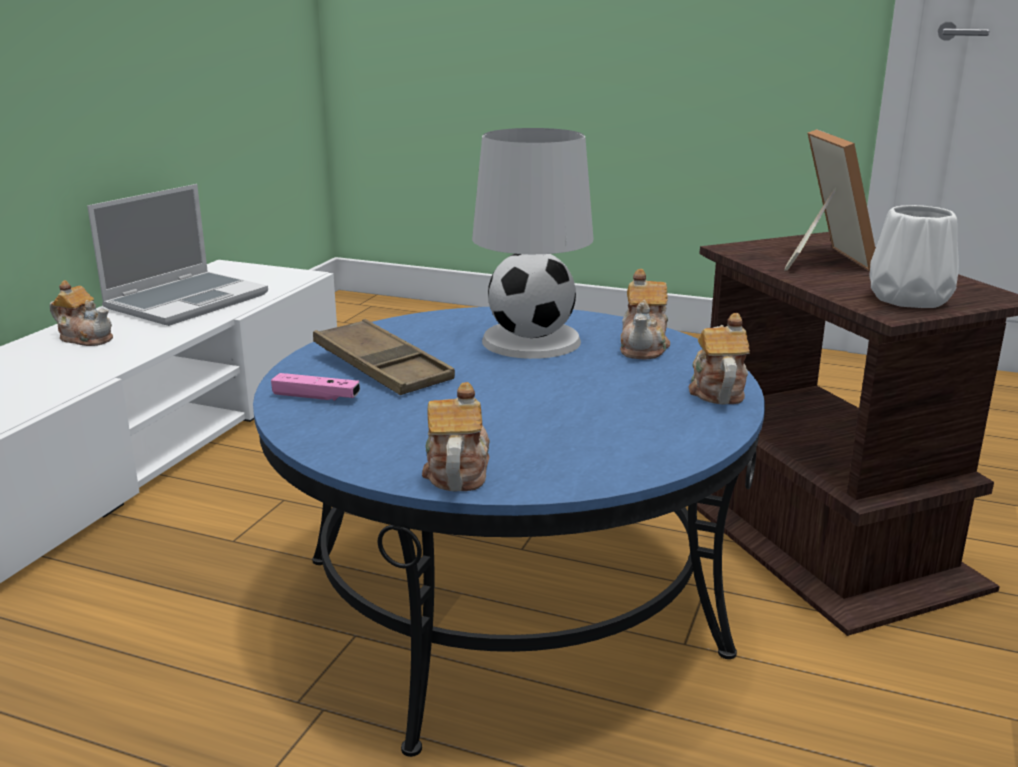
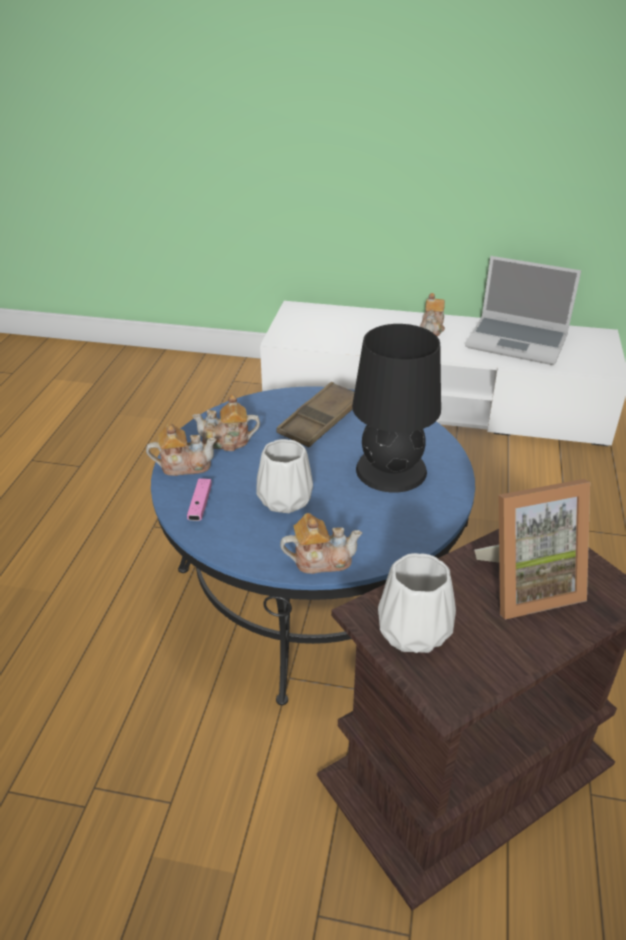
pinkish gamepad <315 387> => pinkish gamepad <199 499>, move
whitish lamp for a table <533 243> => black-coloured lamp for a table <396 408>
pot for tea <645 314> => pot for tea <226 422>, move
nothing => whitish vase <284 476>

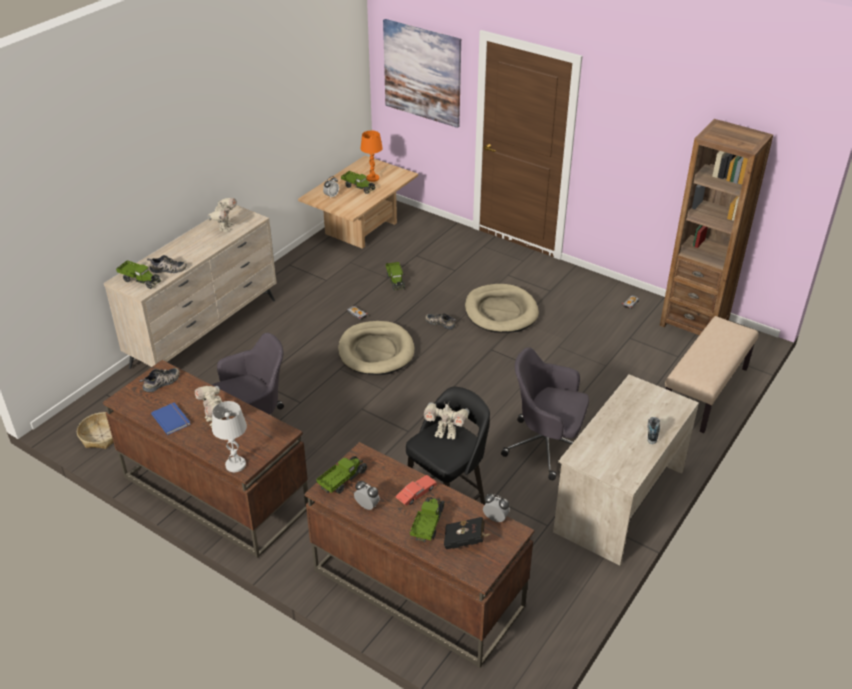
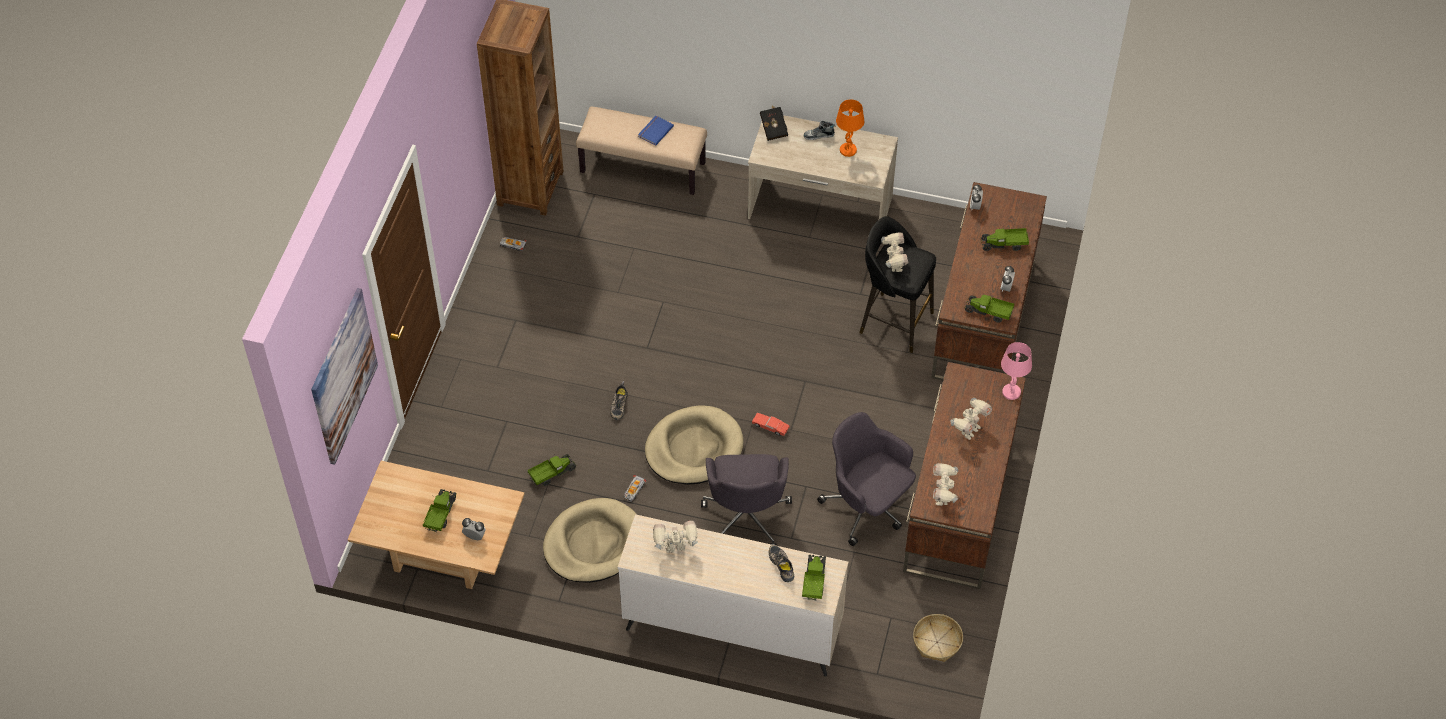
low shoe <160 380> => model robot <945 484>
bluish bound book <171 418> => bluish bound book <656 131>, move
whitish lamp for a table <229 436> => pinkish lamp for a table <1016 371>
orange lamp for a table <371 156> => orange lamp for a table <850 128>, move
reddish toy car <416 490> => reddish toy car <771 424>, move
black-coloured bound book <467 533> => black-coloured bound book <774 123>, move
beige dog cushion <502 308> => beige dog cushion <590 540>, move
grey office chair <545 413> => grey office chair <746 499>, move

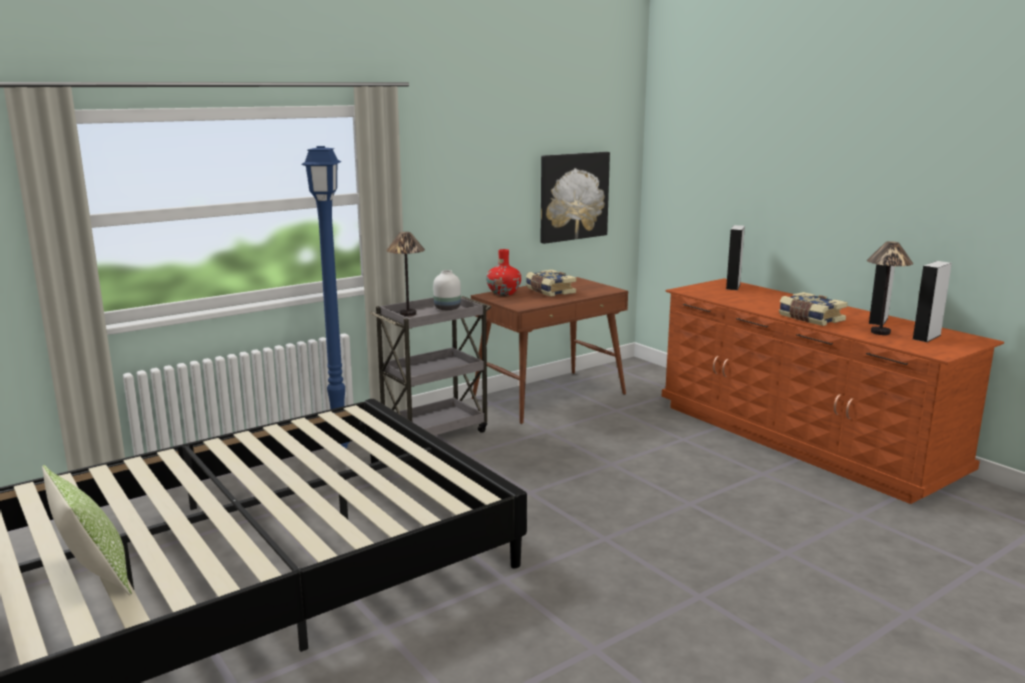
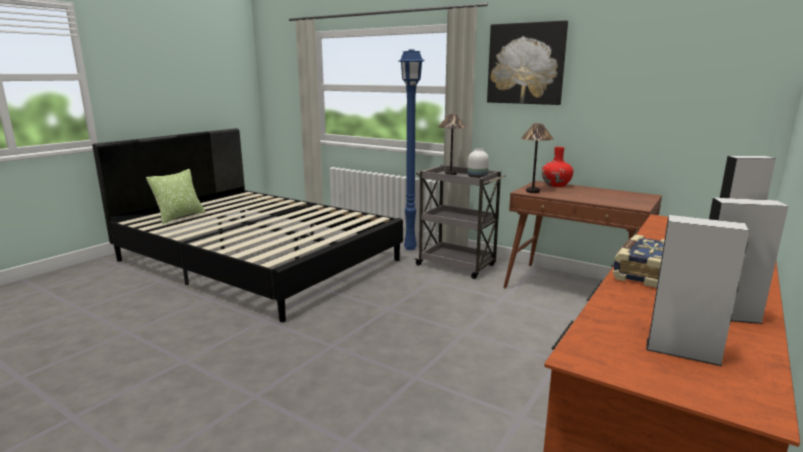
bound book <551 283> => nothing
picture <575 198> => picture <527 62>, move
lamp for a table <890 288> => lamp for a table <537 158>, move

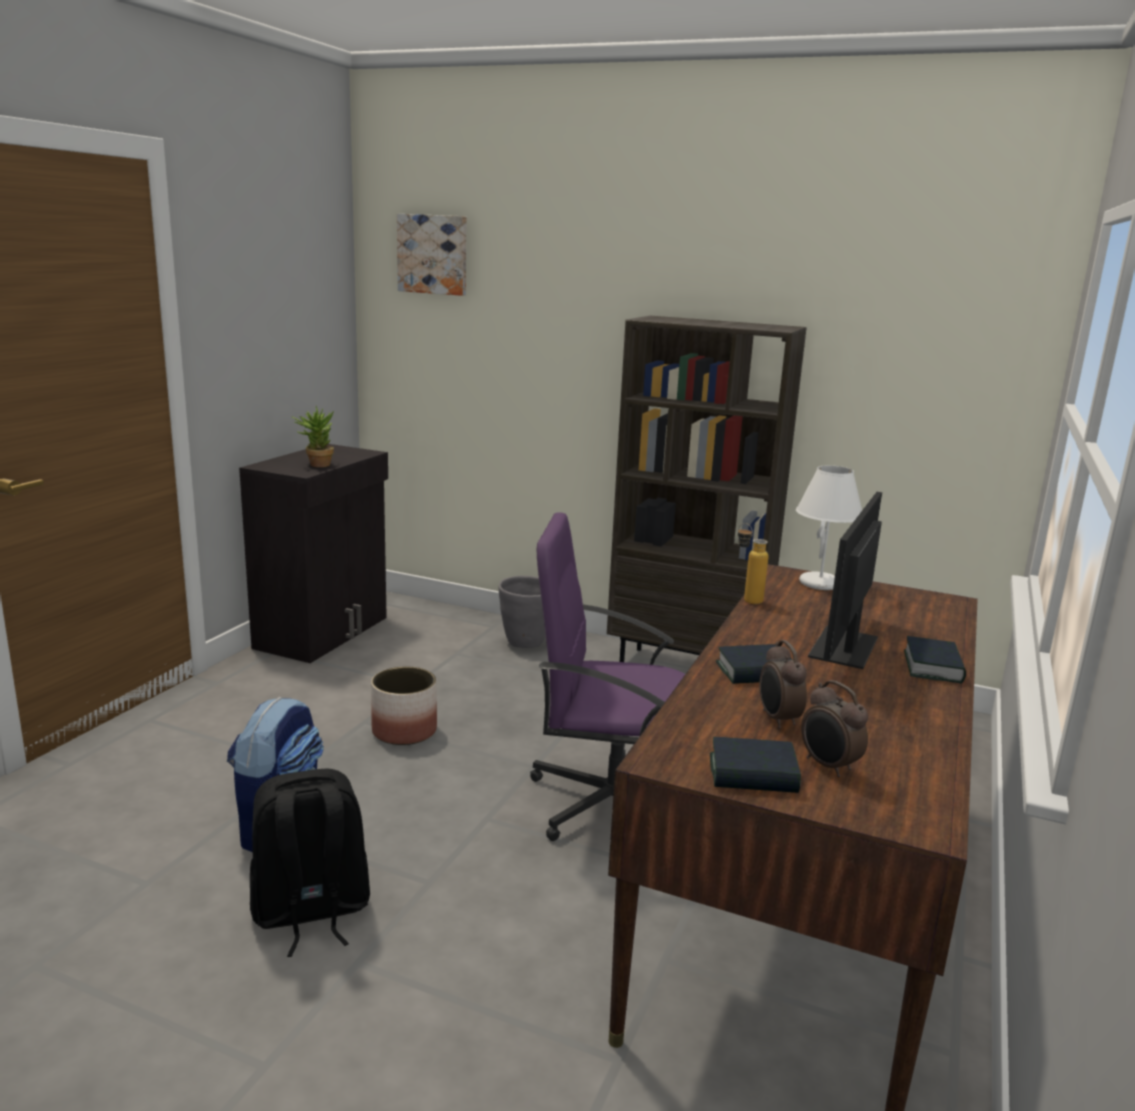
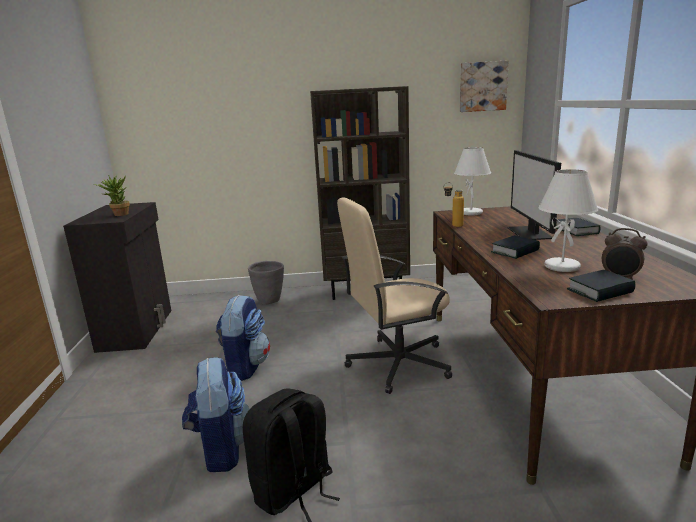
flower pot <404 706> => knapsack <243 338>
picture <431 255> => picture <484 86>, move
purple-coloured office chair <607 676> => beige office chair <394 295>
bedside clock <783 684> => whitish lamp for a table <568 220>

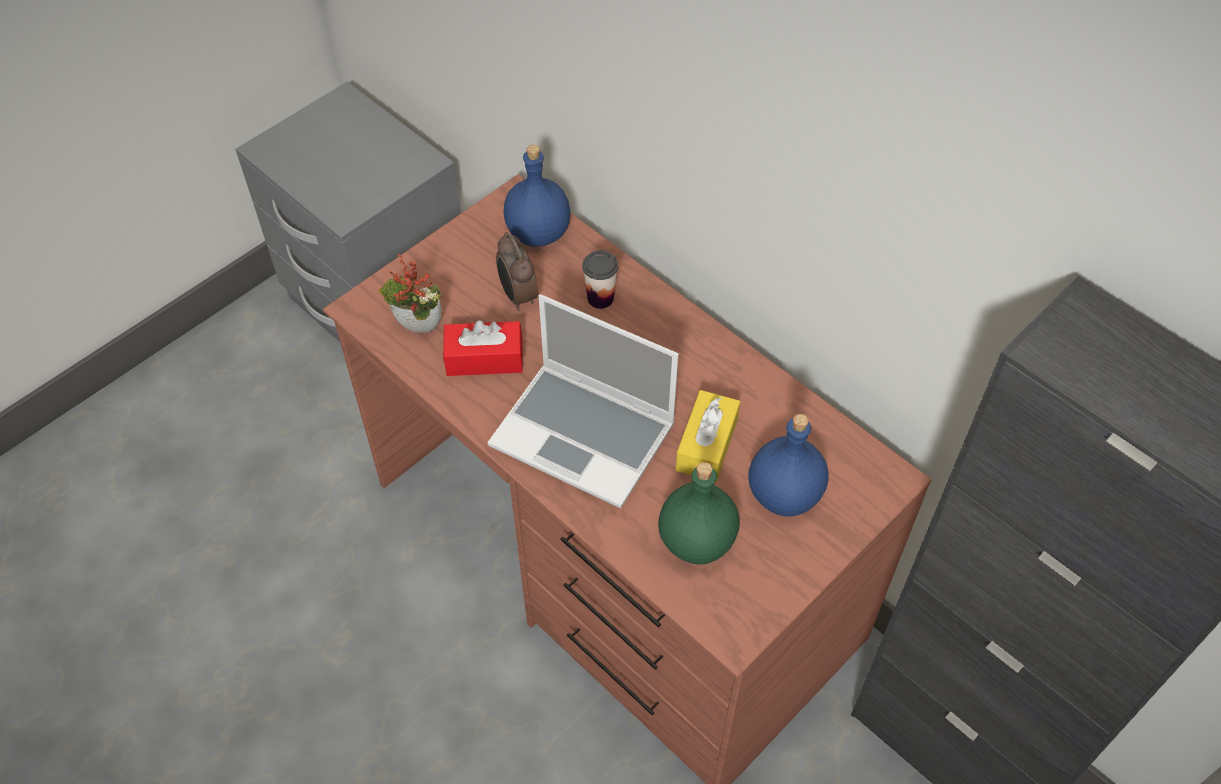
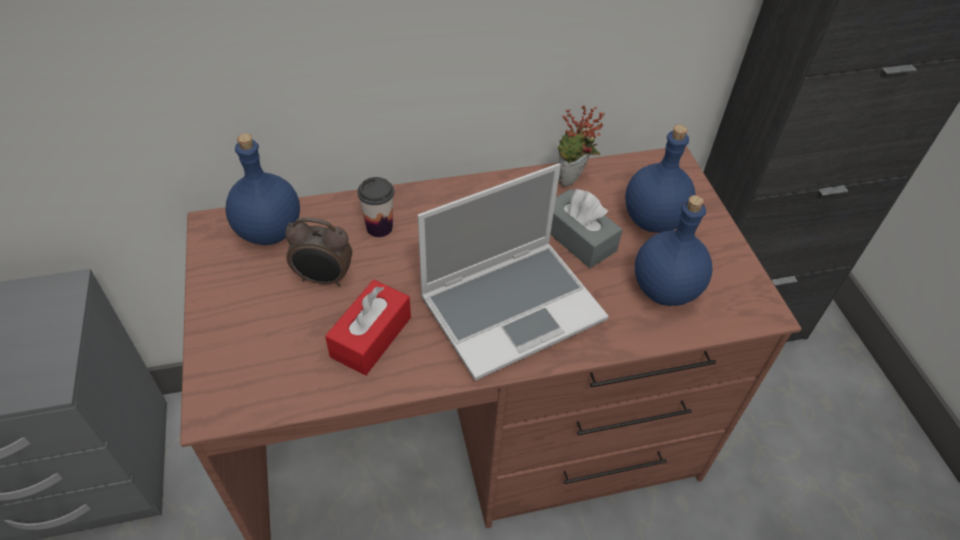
potted plant <410 293> => potted plant <581 146>, move
green beverage bottle <699 513> => bluish beverage bottle <673 250>
yellowish tissue holder <708 436> => grey tissue holder <586 228>

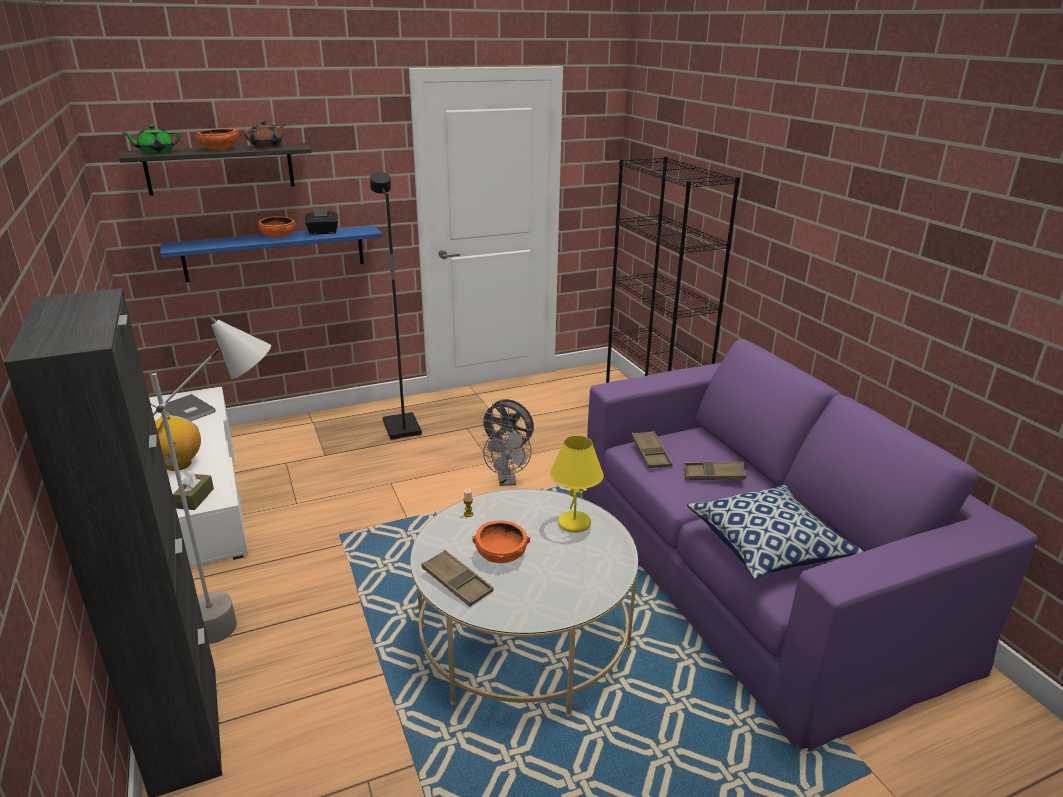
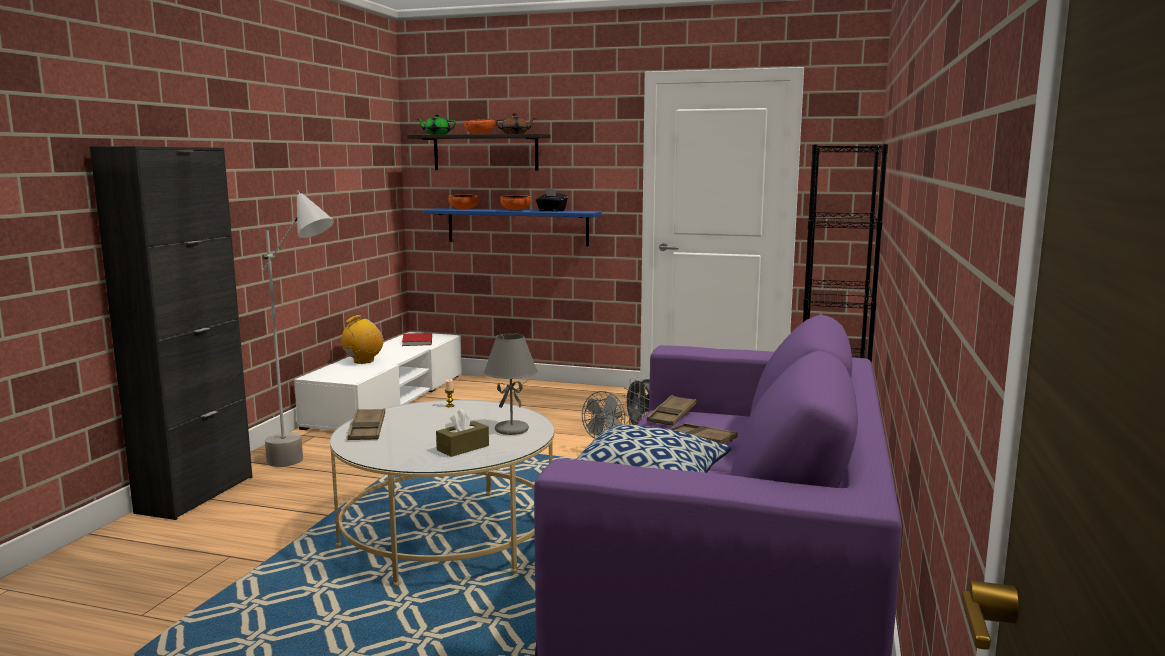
grey bound book <190 407> => reddish bound book <417 339>
brown tissue holder <193 490> => brown tissue holder <462 433>, move
black-coloured standard lamp <396 306> => nothing
orange bowl <501 542> => orange bowl <463 201>, move
yellowish lamp for a table <577 484> => grey lamp for a table <511 384>

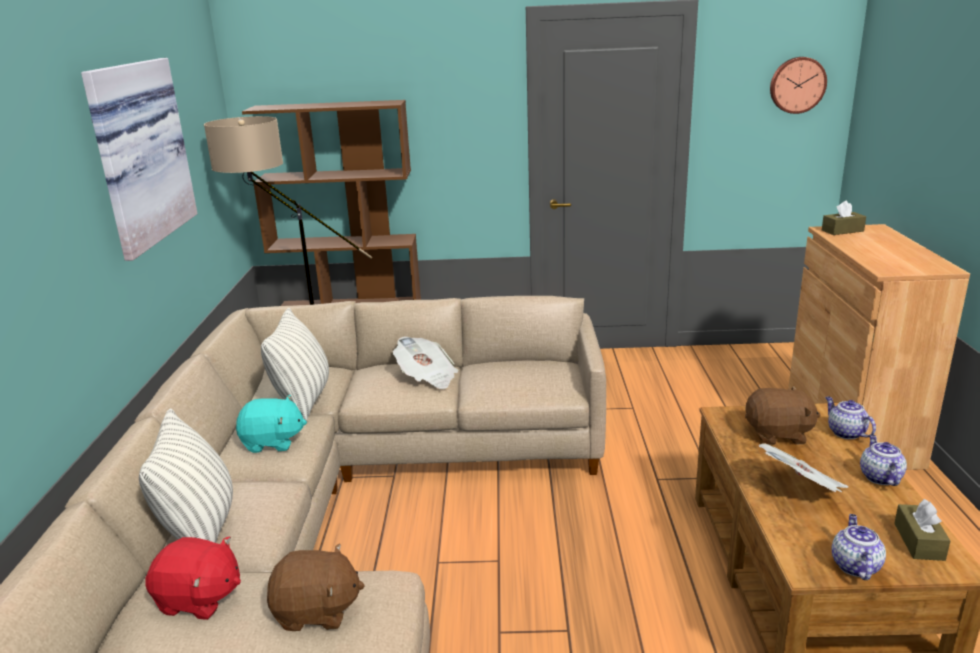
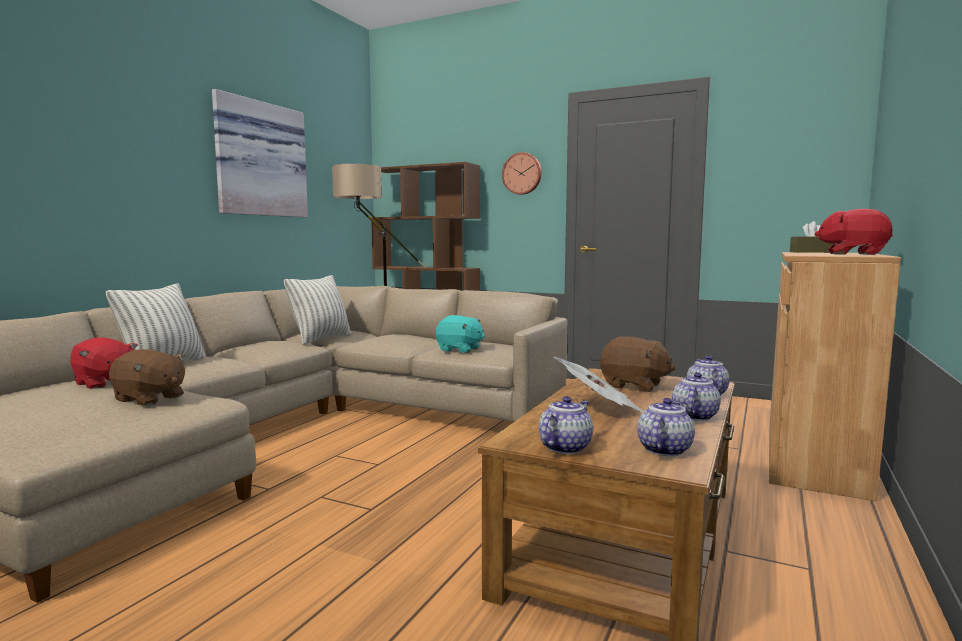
blue-green soft toy <271 424> => blue-green soft toy <460 334>, move
printed paper <426 362> => nothing
wall clock <798 85> => wall clock <522 173>, move
brown tissue holder <922 530> => pot for tea <666 427>
nothing => reddish soft toy <854 232>

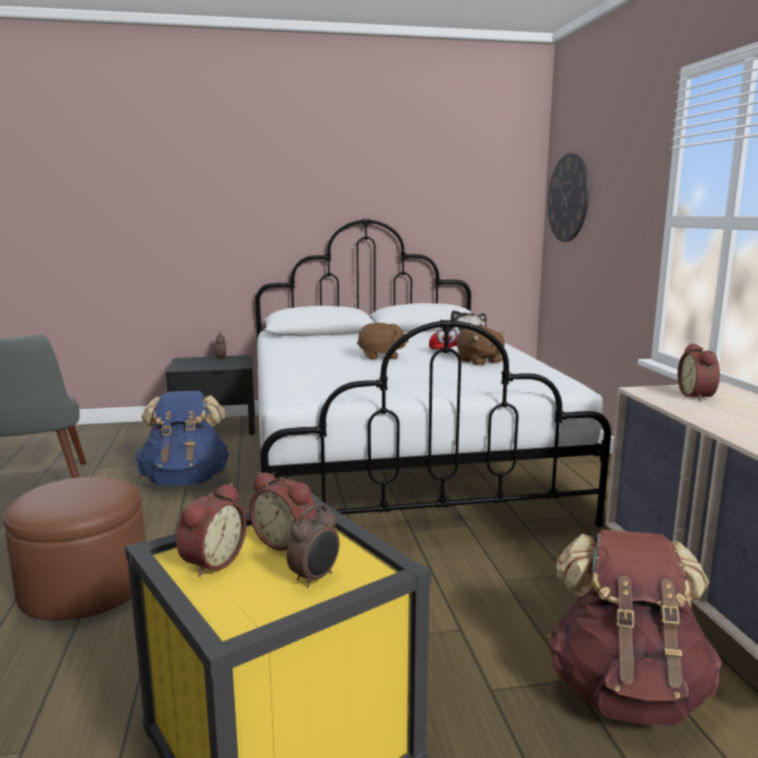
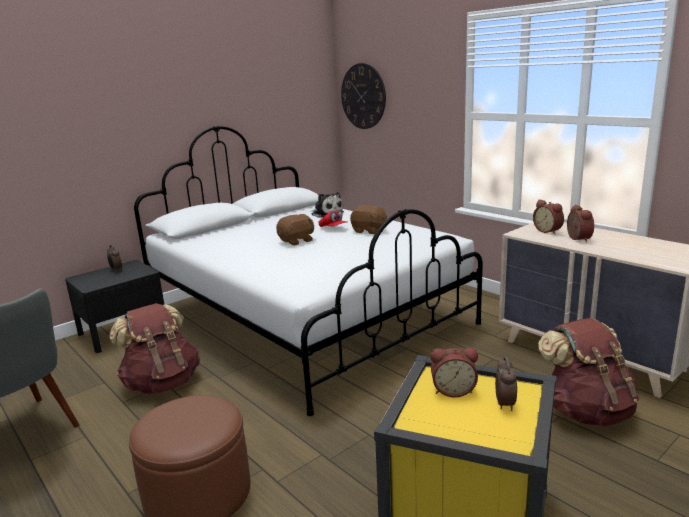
bluish knapsack <182 438> => brown knapsack <154 348>
bedside clock <211 530> => bedside clock <580 223>, move

